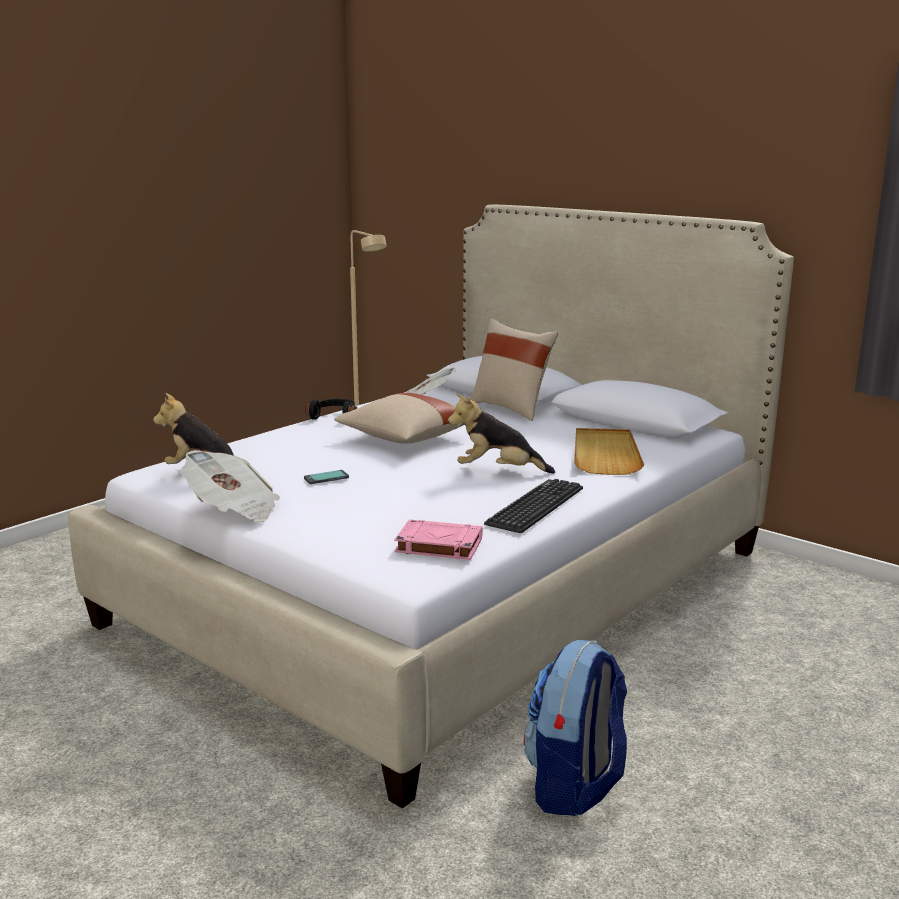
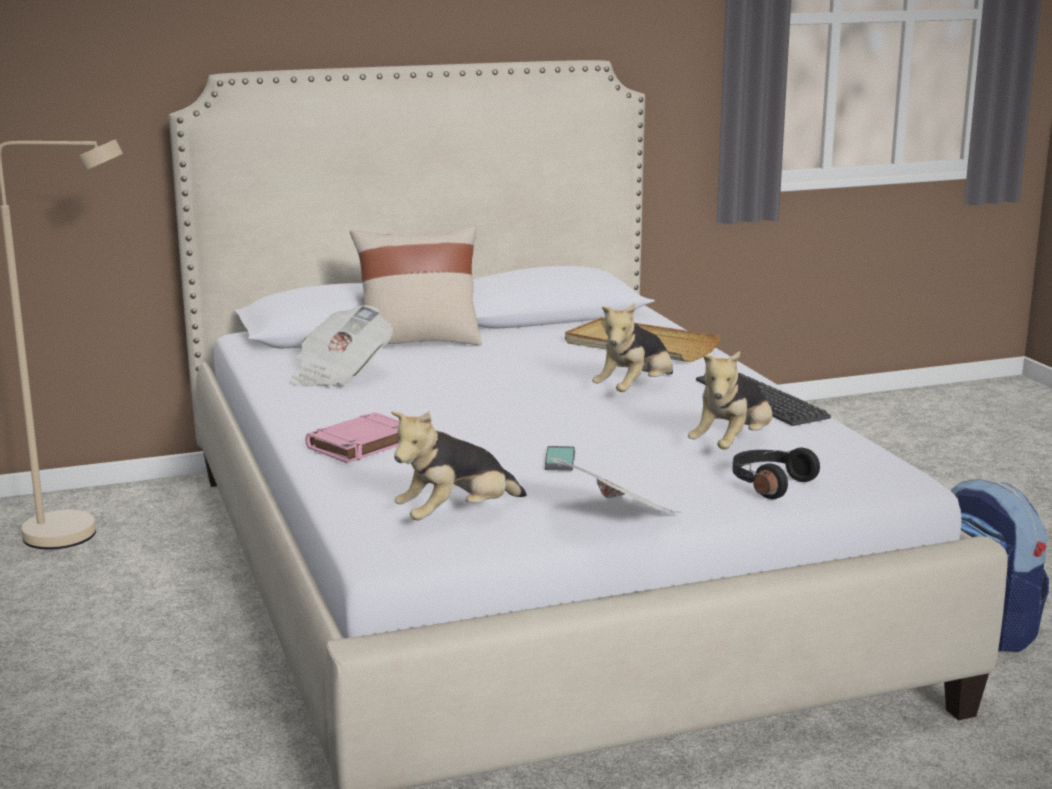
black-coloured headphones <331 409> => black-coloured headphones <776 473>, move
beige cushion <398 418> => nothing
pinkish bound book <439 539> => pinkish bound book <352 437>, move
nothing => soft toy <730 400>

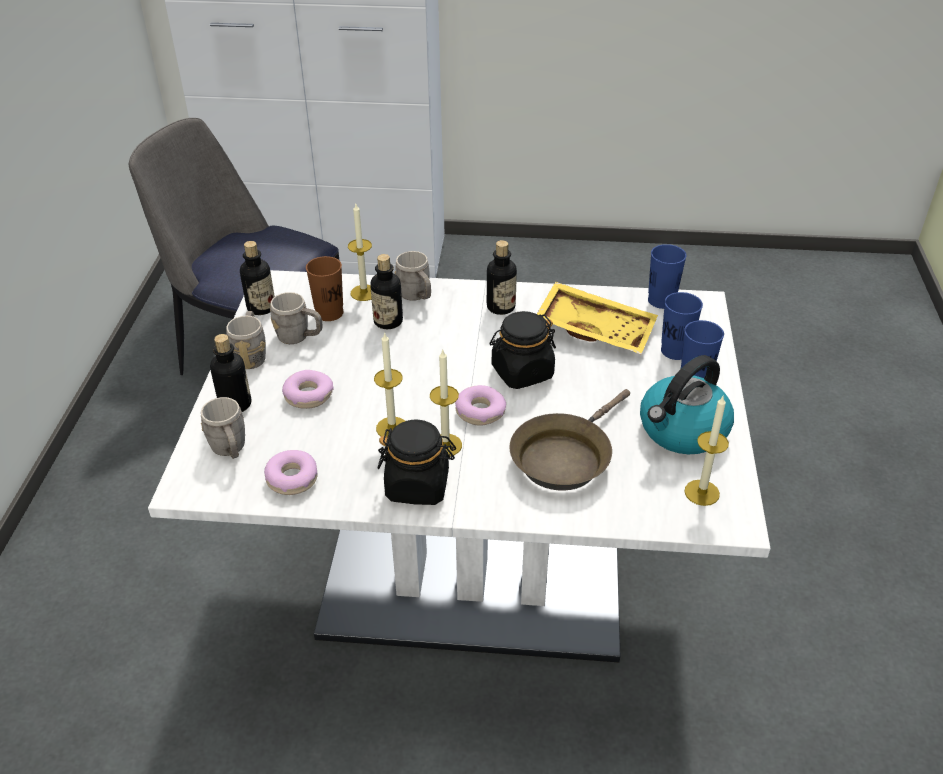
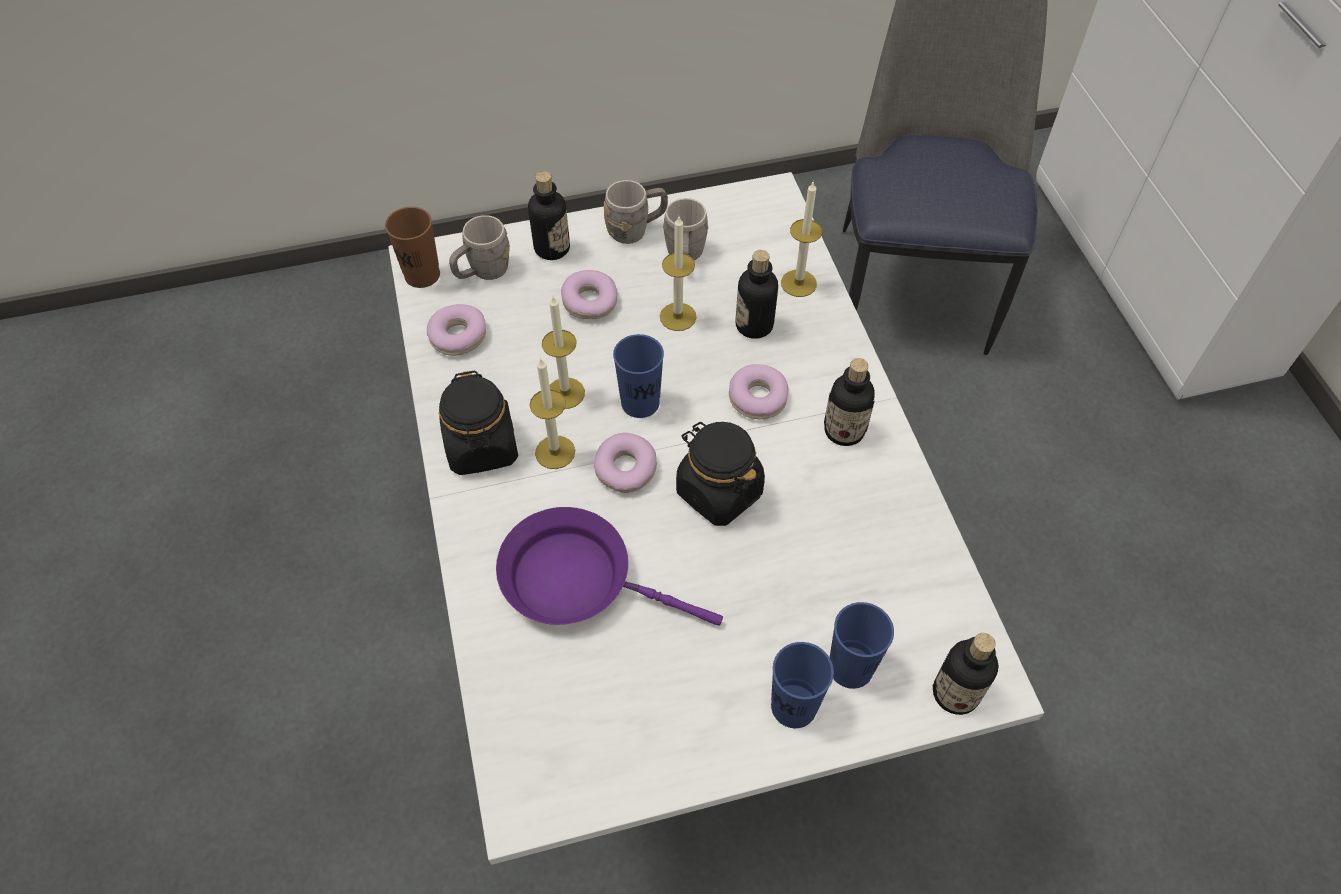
beverage bottle <257 278> => beverage bottle <965 674>, move
brown drinking cup <324 288> => brown drinking cup <412 247>, move
grey mug <412 276> => nothing
brown frying pan <569 440> => purple-coloured frying pan <609 566>
yellowish carrying tray <597 318> => nothing
water kettle <687 404> => nothing
bluish drinking cup <667 276> => bluish drinking cup <638 376>, move
candle <707 451> => candle <678 274>, move
nothing => donut <759 391>

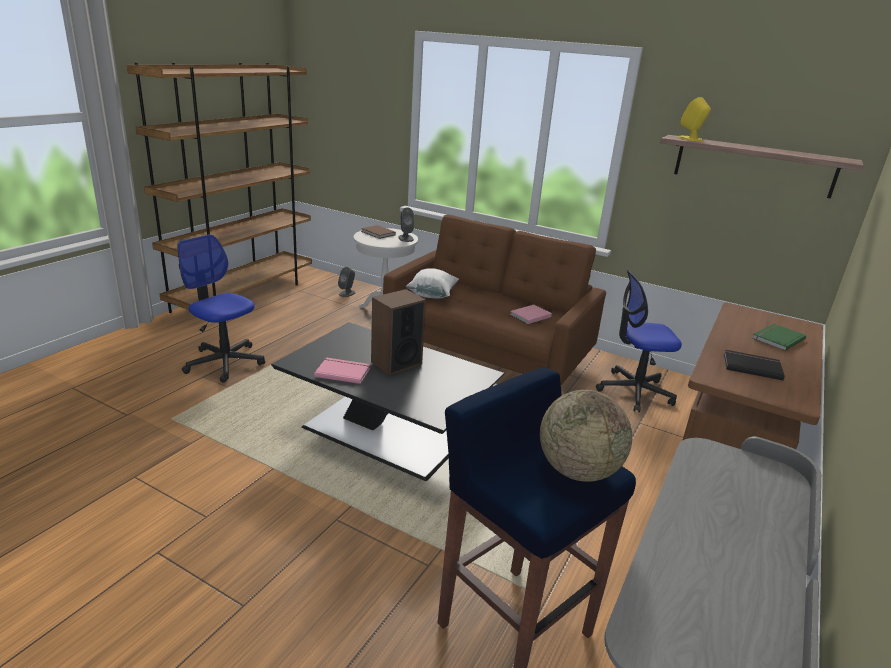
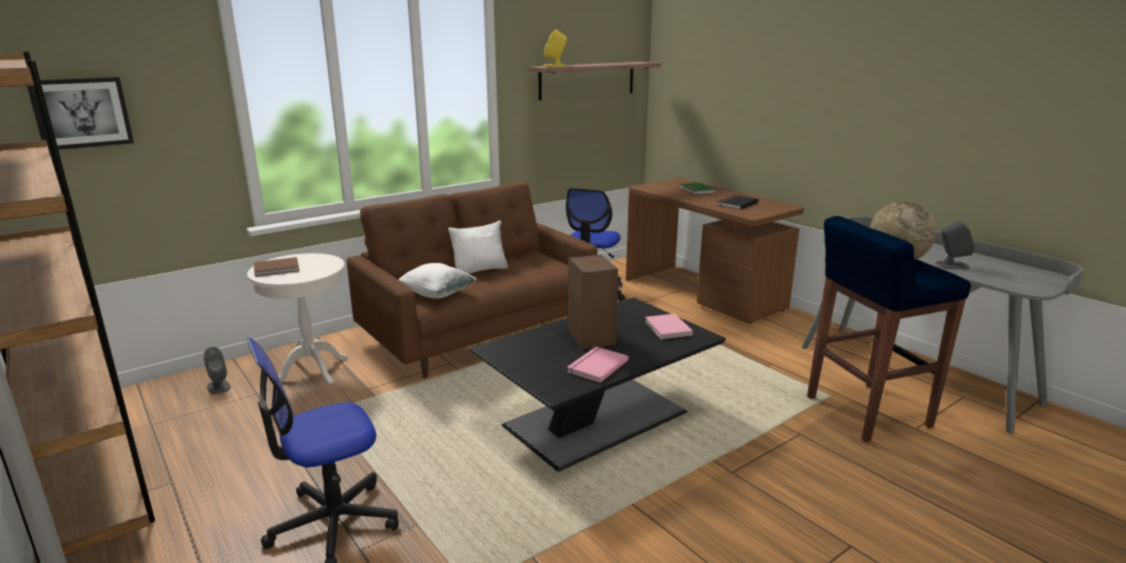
grey audio speaker <406 224> => grey audio speaker <955 245>, move
pinkish bound book <531 314> => pinkish bound book <669 327>, move
nothing => picture <80 113>
nothing => whitish cushion <478 247>

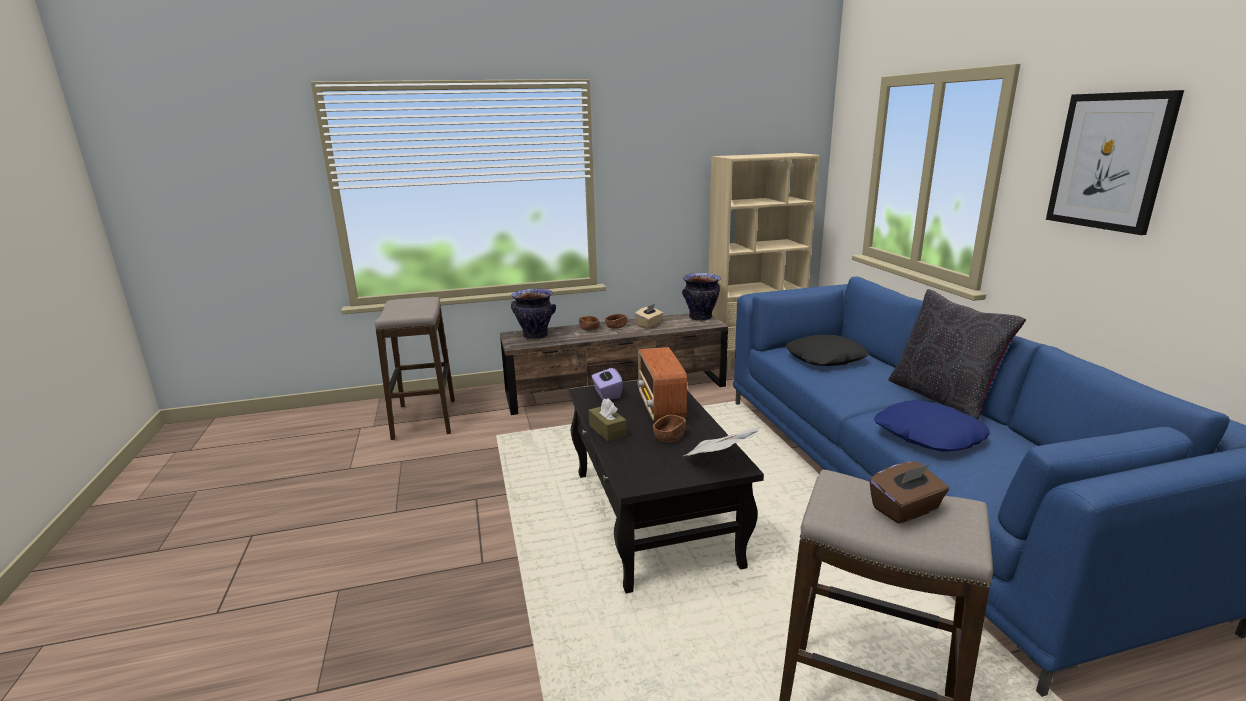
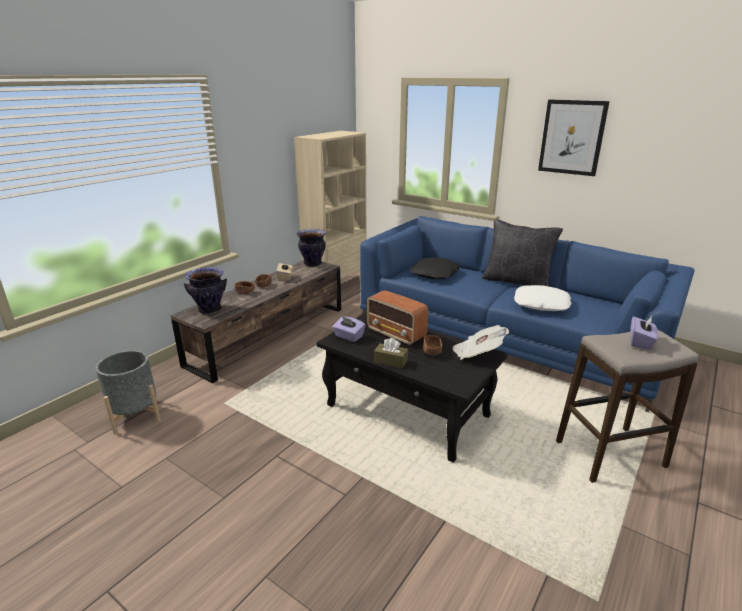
sitting stool <414 368> => grey flower pot <128 392>
brown tissue holder <909 493> => purple-coloured tissue holder <644 333>
bluish cushion <932 426> => whitish cushion <542 298>

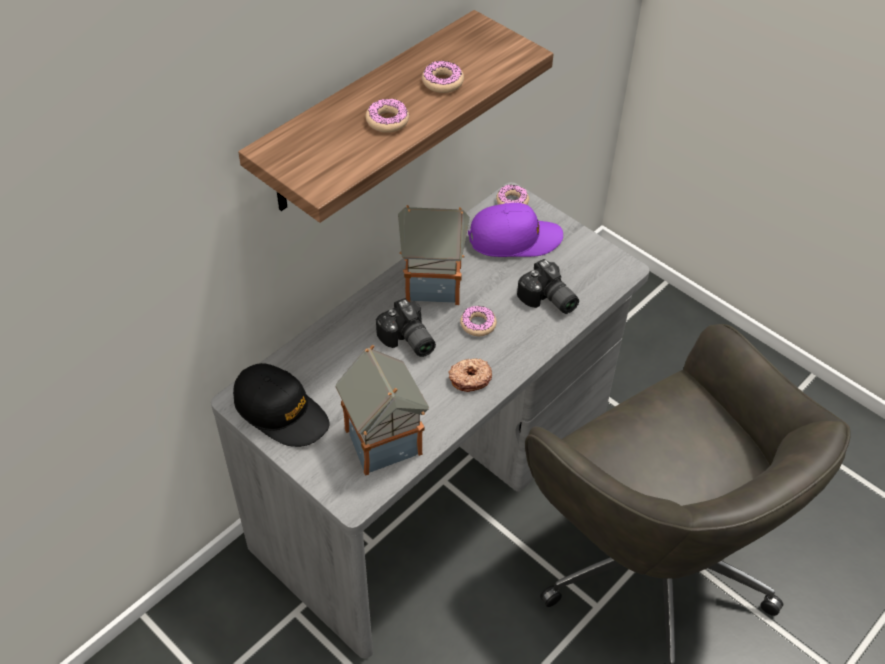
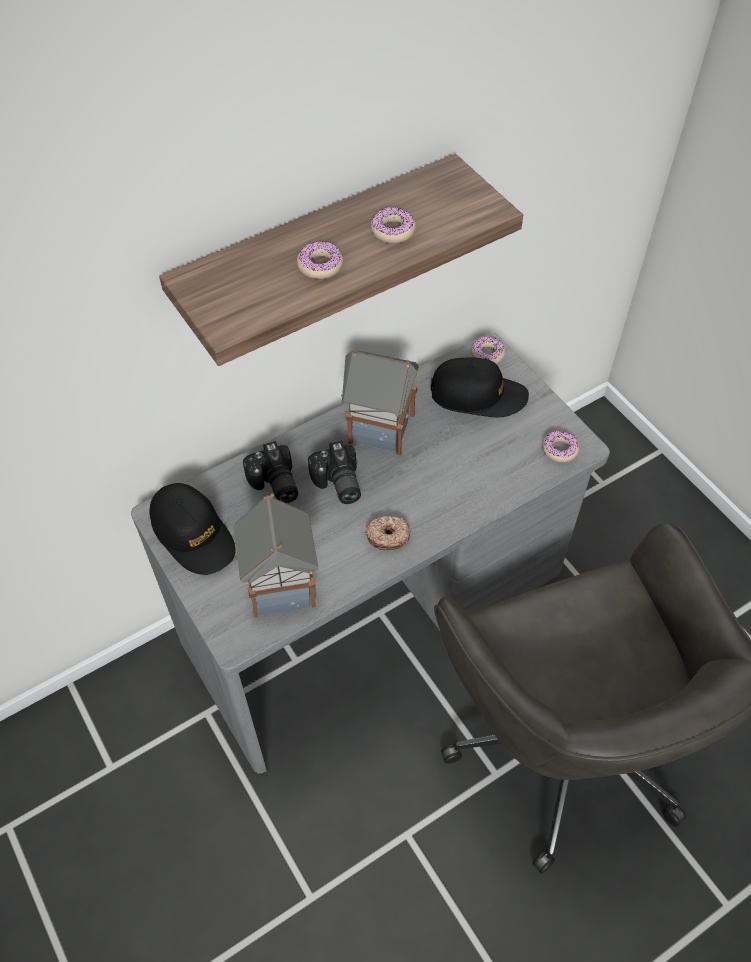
donut <478 321> => donut <560 447>, move
purple-coloured baseball cap <515 230> => black-coloured baseball cap <480 387>
still camera <548 286> => still camera <270 472>, move

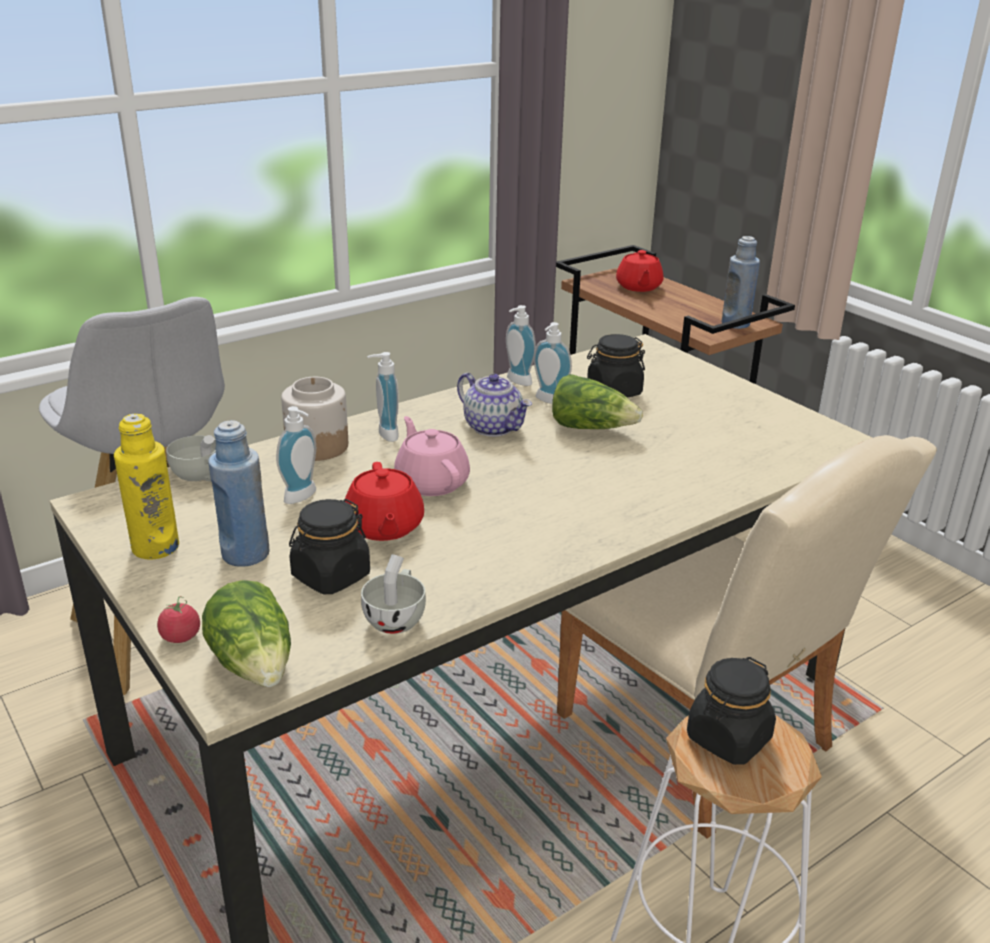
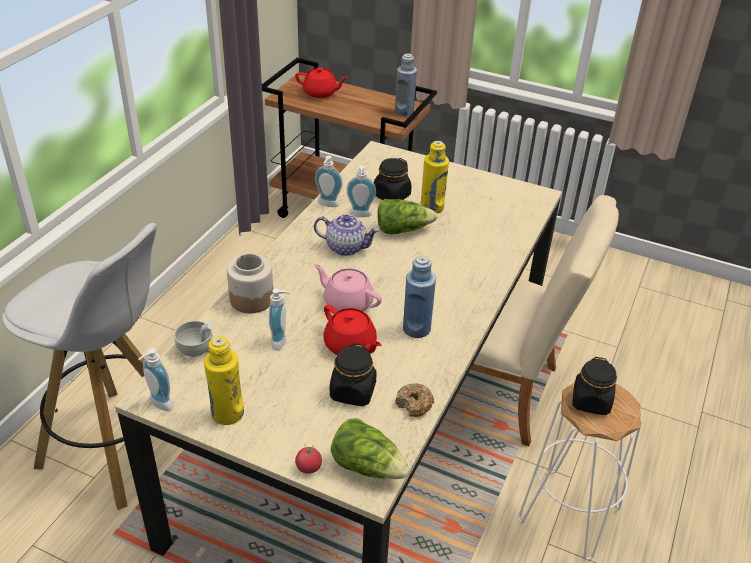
bluish beverage bottle <239 493> => bluish beverage bottle <419 297>, move
whitish drinking cup <393 594> => donut <414 400>
soap bottle <383 397> => soap bottle <155 379>, move
reddish pot for tea <640 271> => reddish pot for tea <321 82>, 45 degrees counterclockwise
nothing => yellowish beverage bottle <435 177>

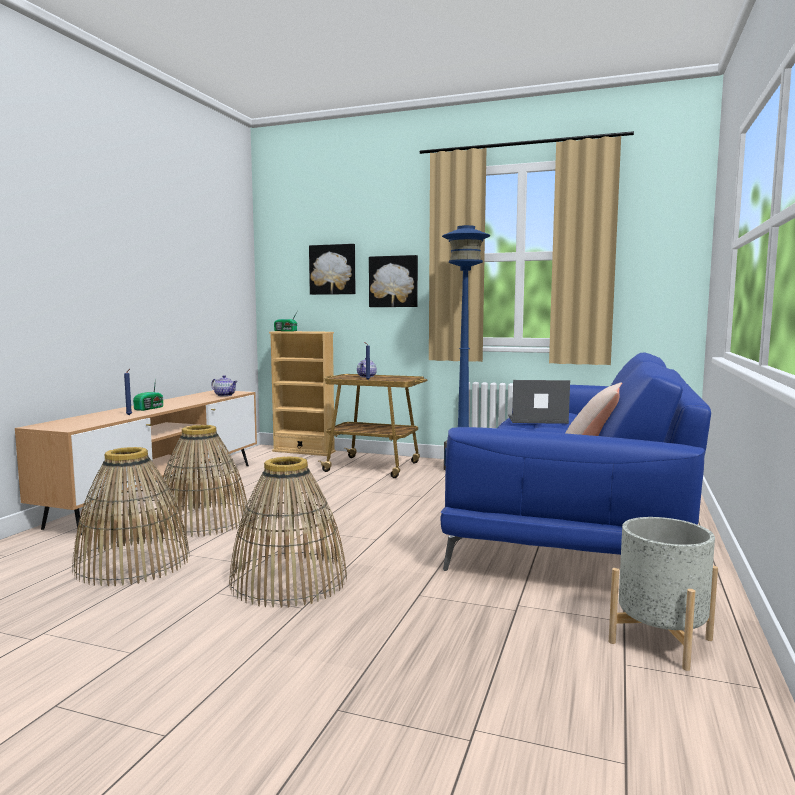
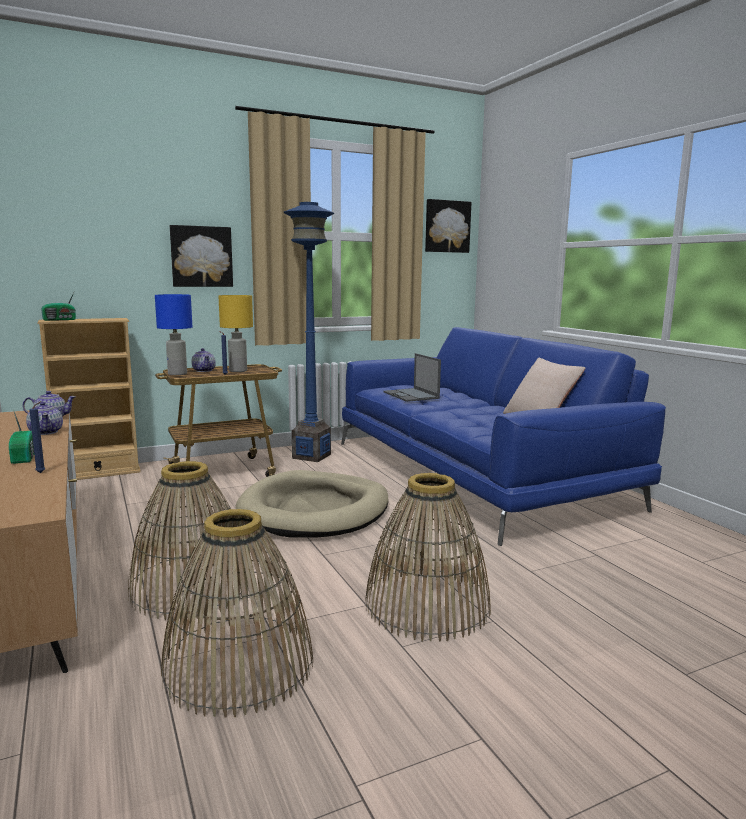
picture <332 269> => picture <448 226>, move
portable computer <539 402> => portable computer <412 377>, 75 degrees counterclockwise
grey flower pot <663 594> => nothing
nothing => pot for tea <44 418>
nothing => bluish lamp for a table <173 334>
nothing => yellowish lamp for a table <235 333>
nothing => beige dog cushion <312 504>

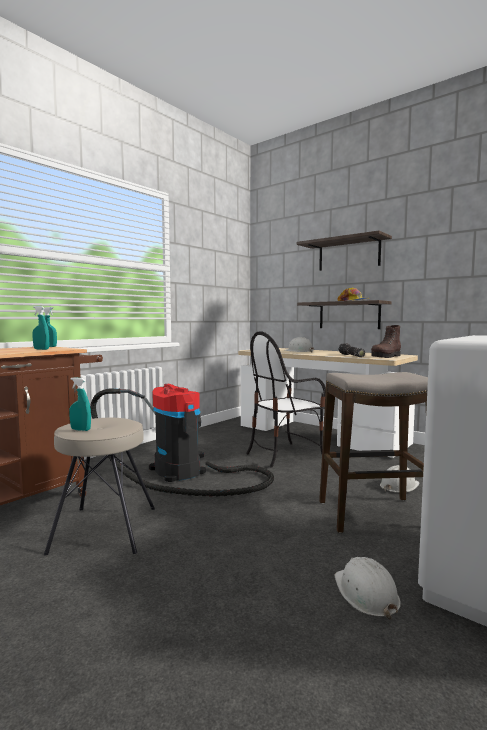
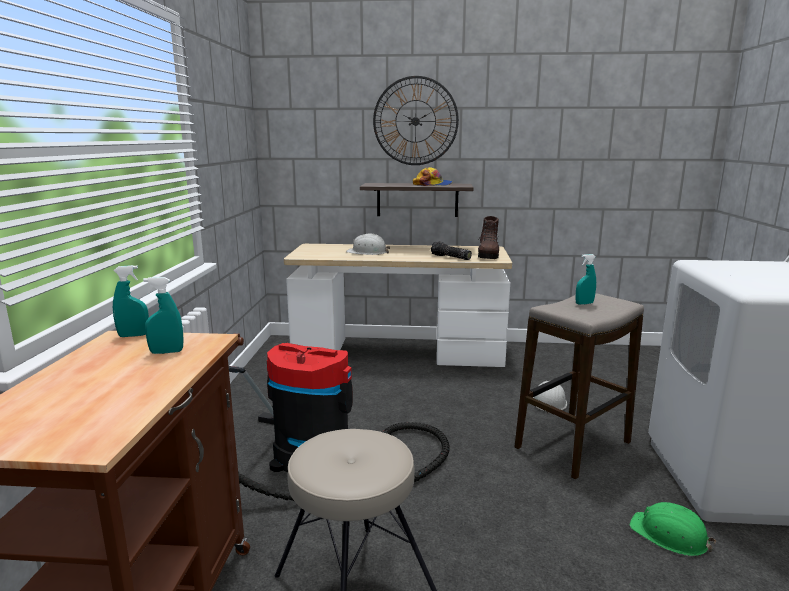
blue-green spray bottle <80 404> => blue-green spray bottle <586 279>, move
chair <286 399> => nothing
wall shelf <344 251> => wall clock <416 120>
whitish safety helmet <367 588> => green safety helmet <673 529>

